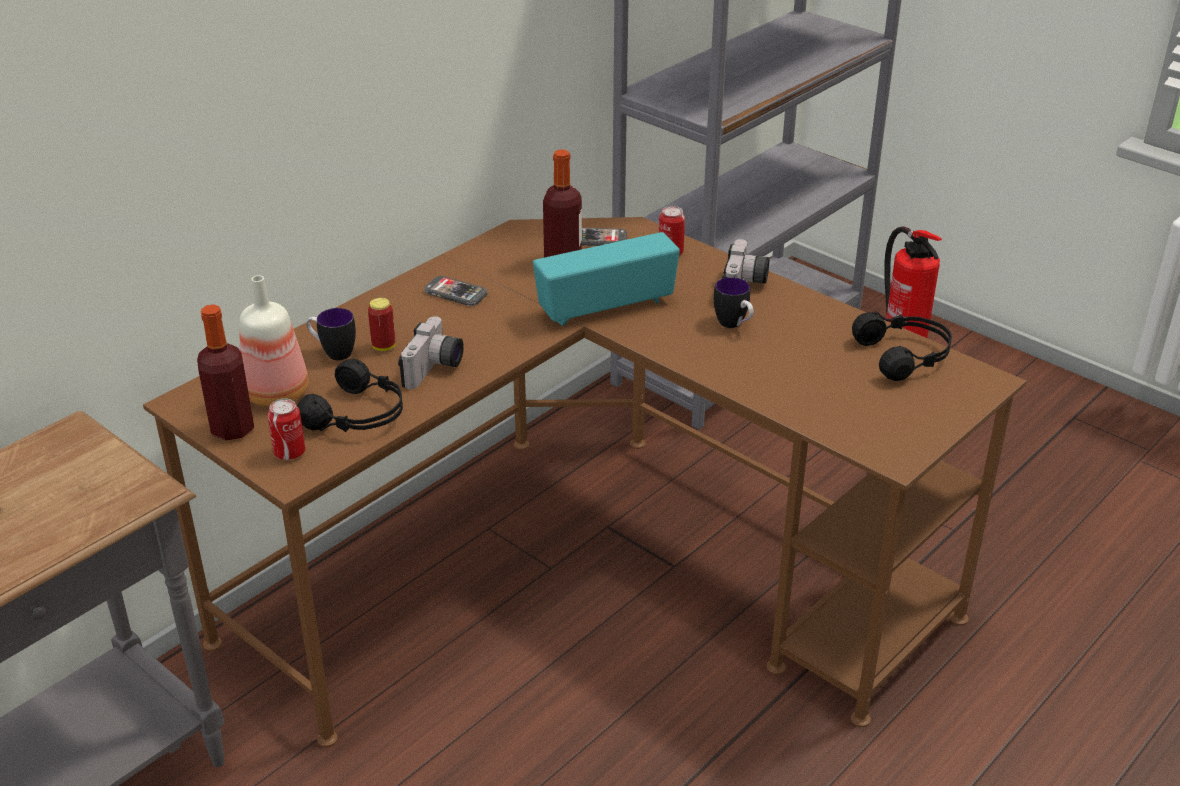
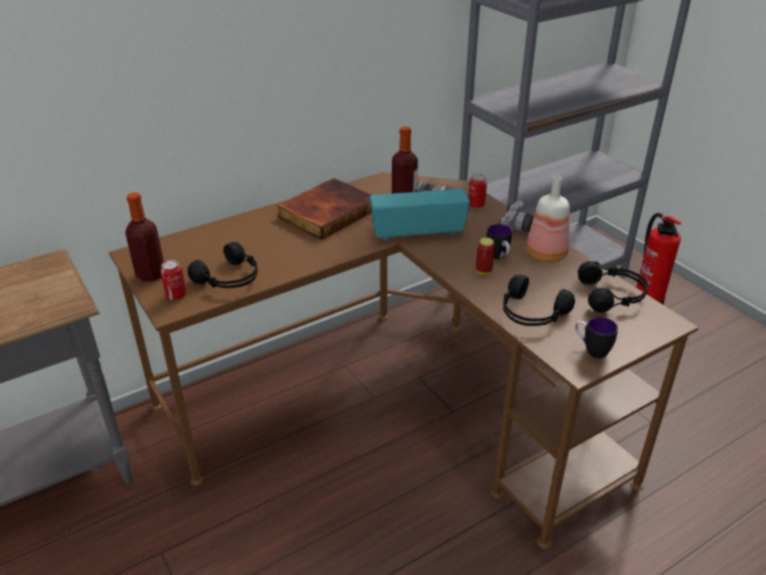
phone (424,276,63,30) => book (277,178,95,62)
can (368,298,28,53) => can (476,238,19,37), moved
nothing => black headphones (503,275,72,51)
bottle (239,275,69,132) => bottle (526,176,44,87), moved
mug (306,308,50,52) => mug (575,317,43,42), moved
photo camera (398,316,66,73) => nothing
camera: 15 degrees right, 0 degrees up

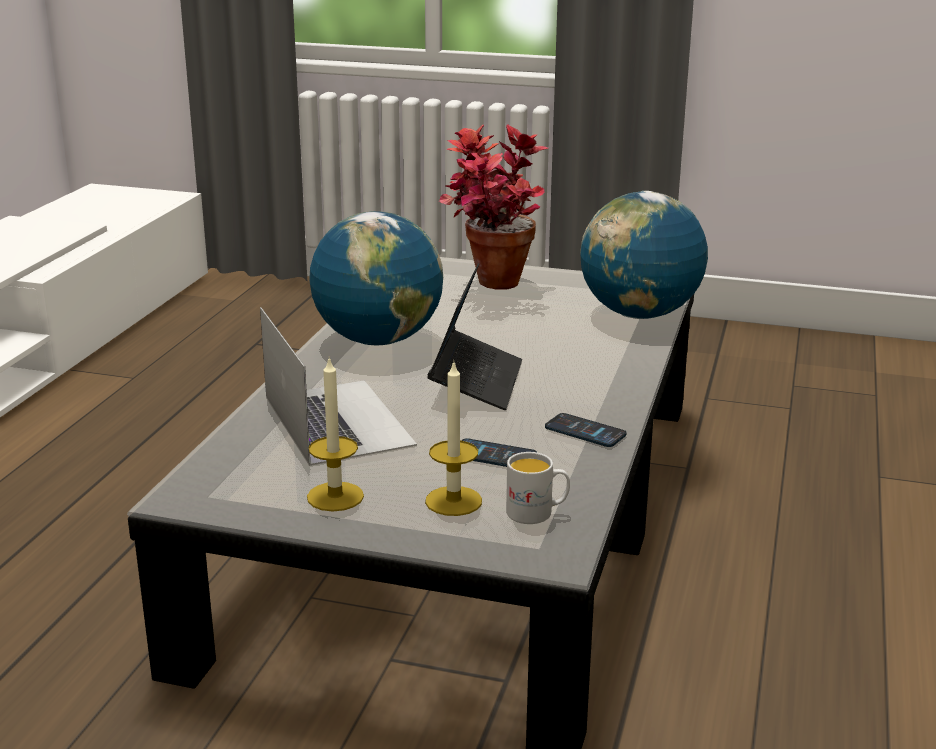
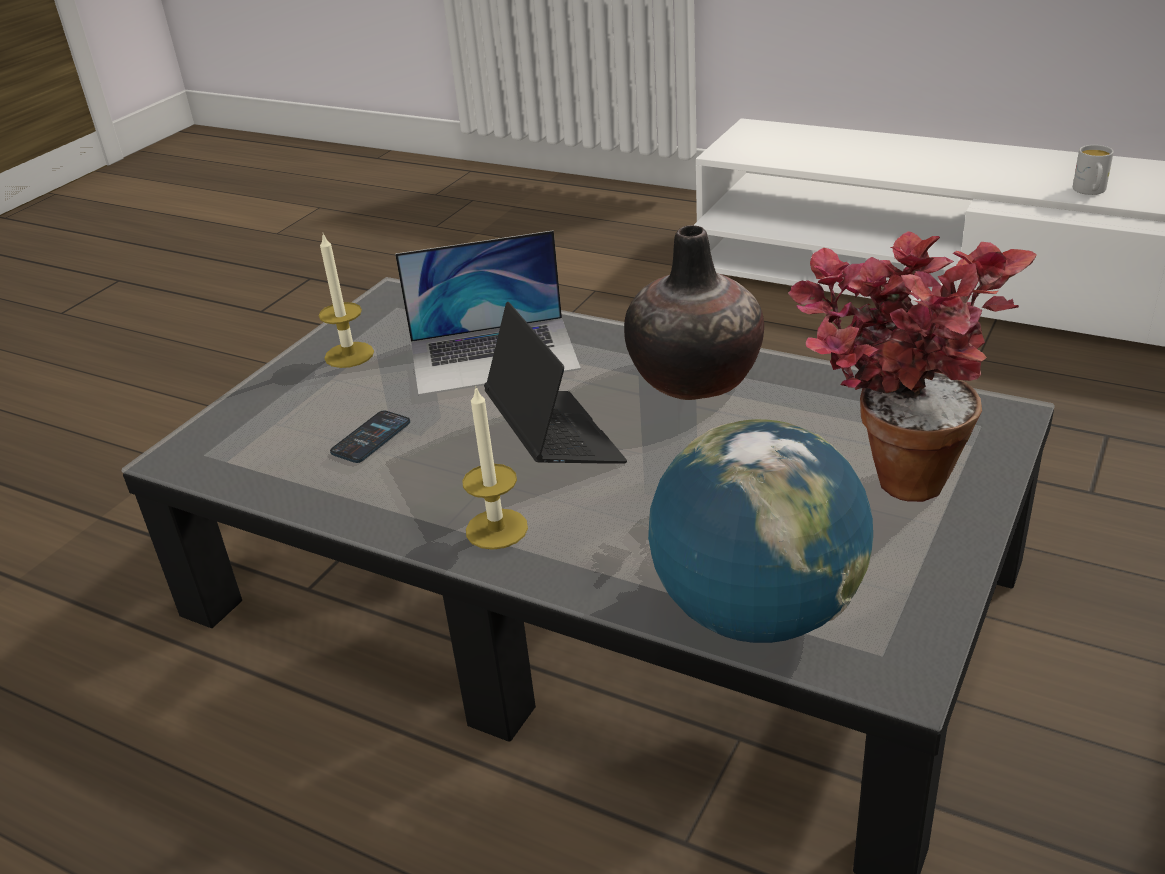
candle (425,360,57,156) => candle (462,385,66,165), moved
laptop (427,263,95,147) => laptop (484,302,143,161), 135 degrees counterclockwise
globe (309,211,134,134) => vase (624,225,140,175)
white mug (506,452,64,72) => white mug (1073,145,41,50), moved
phone (545,413,82,34) => nothing
camera: 105 degrees right, 10 degrees up

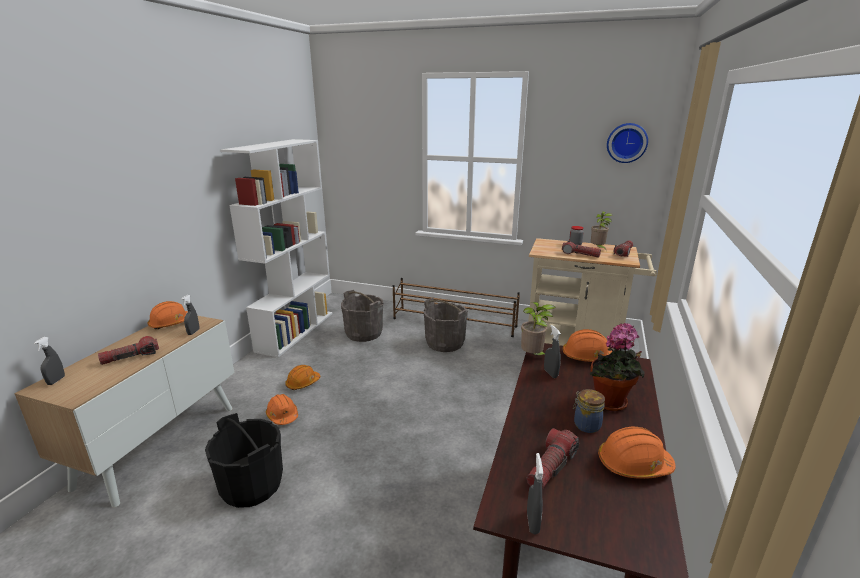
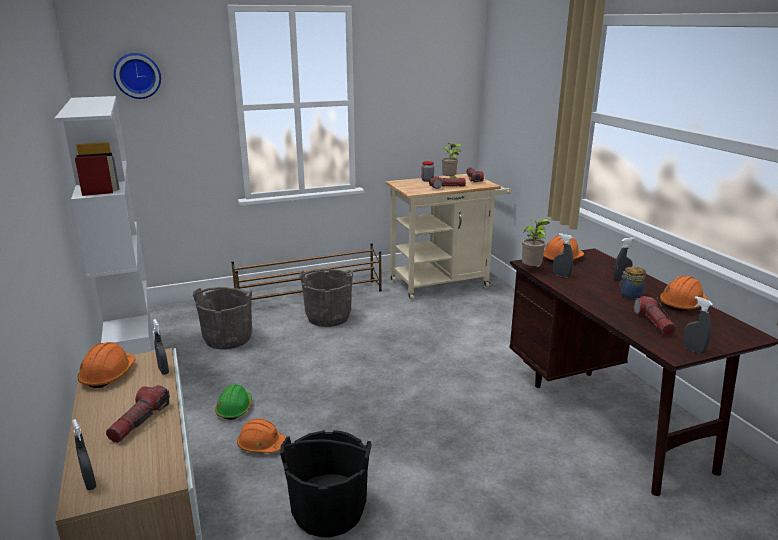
wall clock (607,123,41,40) => wall clock (114,53,47,46), moved
orange hard hat (285,365,35,25) => green hard hat (215,385,37,35)
potted plant (590,323,55,88) => grey spray bottle (613,237,22,44)
camera: 40 degrees left, 0 degrees up

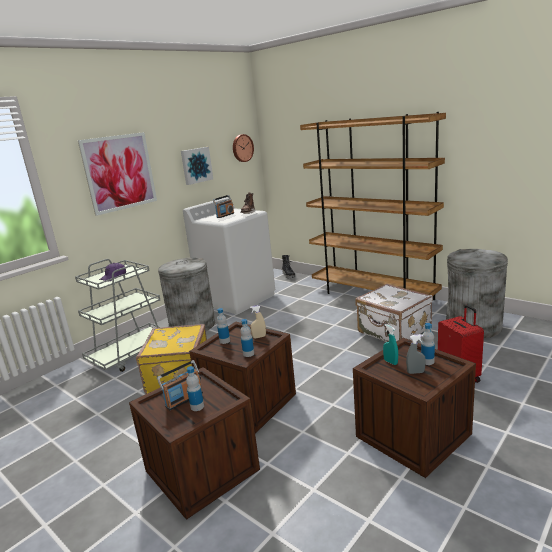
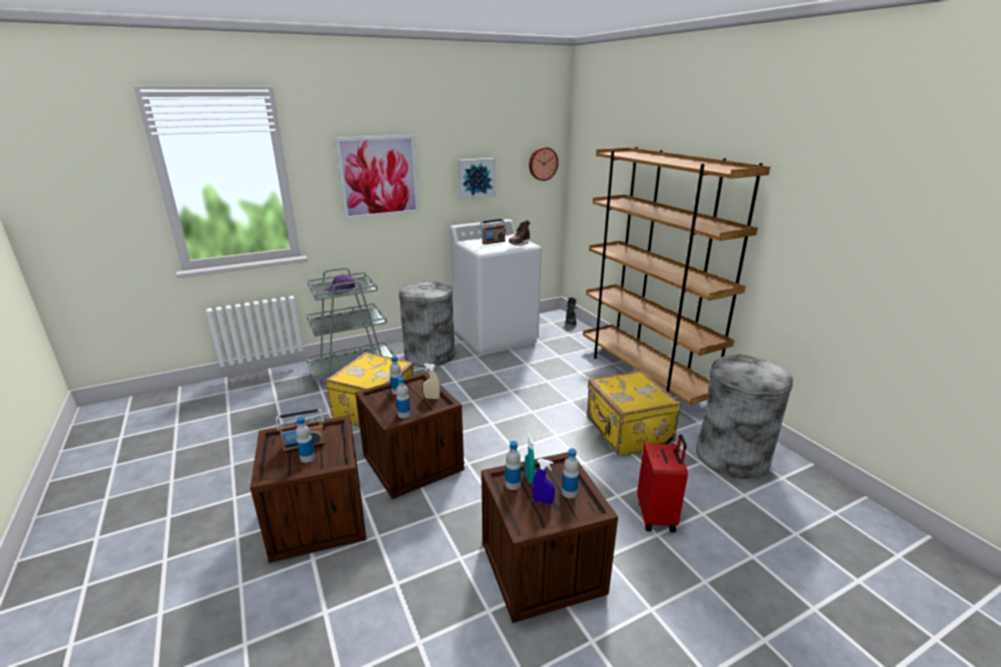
nothing => bottle (505,441,16,49)
grey spray bottle (406,334,20,40) => blue spray bottle (532,459,23,46)
white suitcase (356,284,77,58) => yellow suitcase (587,370,94,86)
camera: 20 degrees right, 5 degrees up

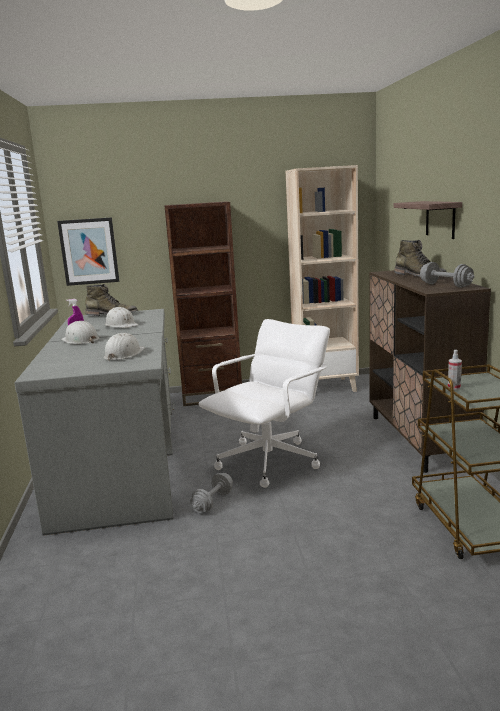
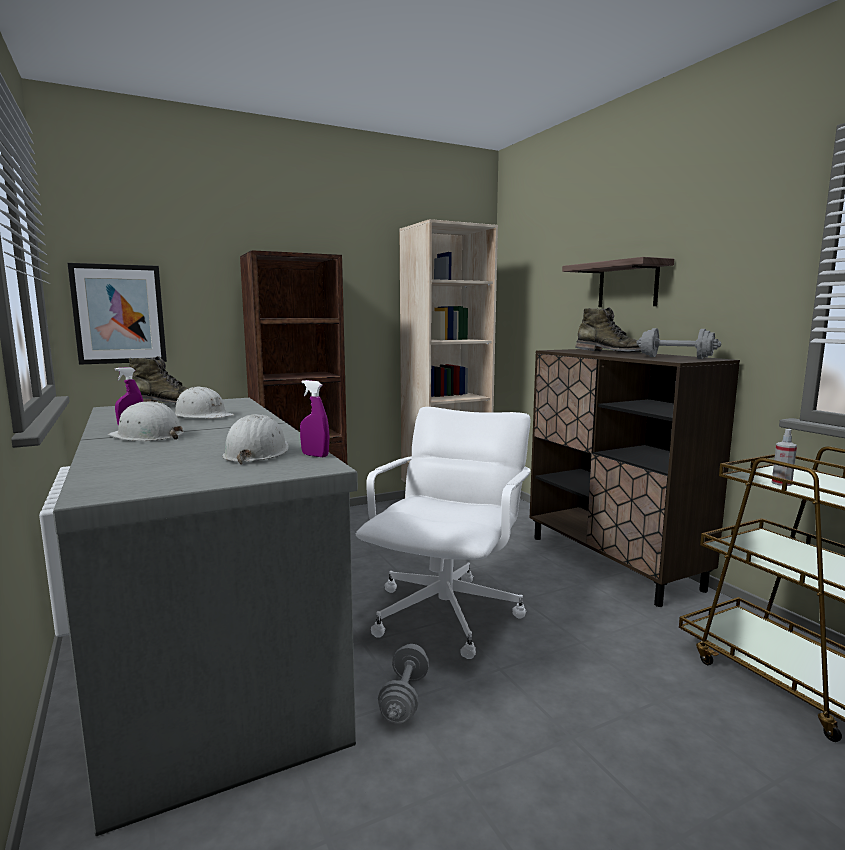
nothing => purple spray bottle (300,380,29,77)
camera: 20 degrees left, 5 degrees down

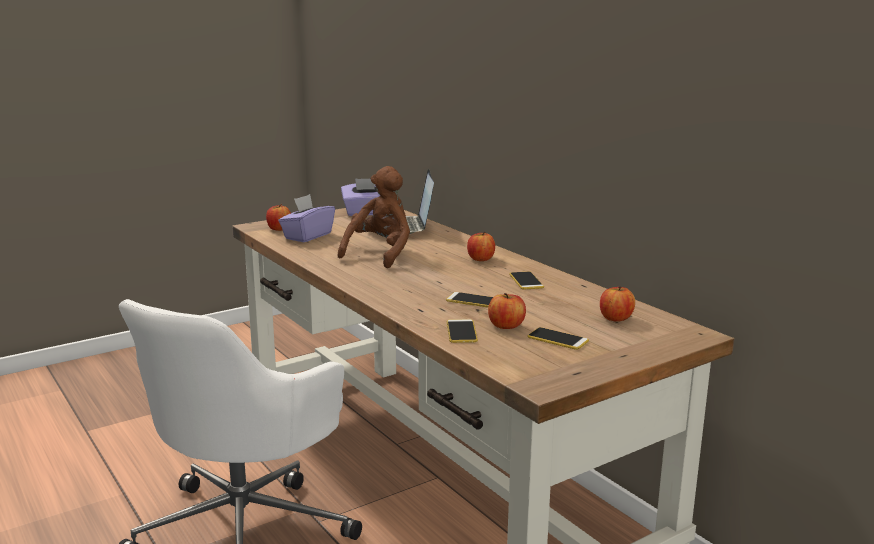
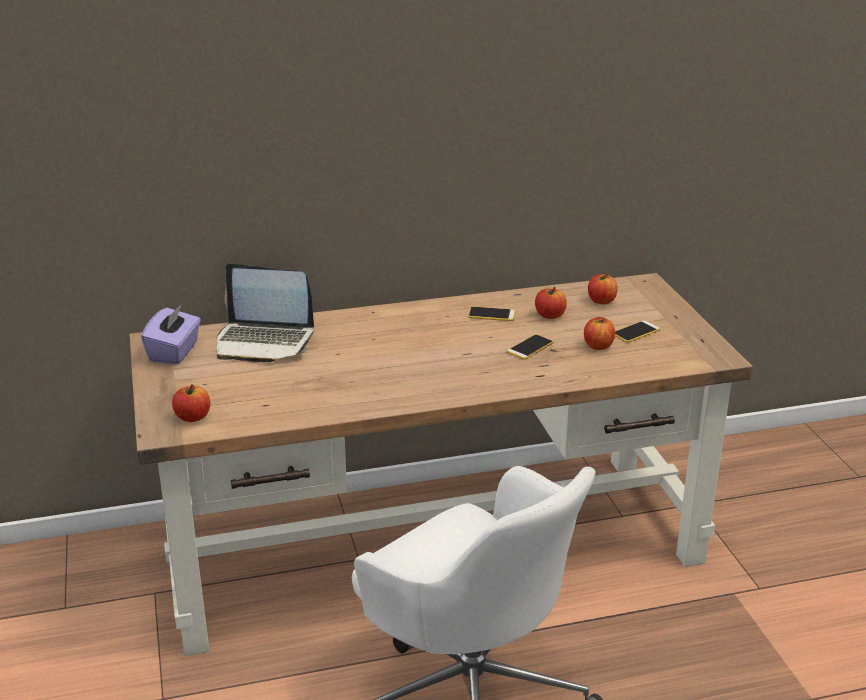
apple (467,232,28,29) => apple (535,287,32,32), moved
purple tissue box (279,194,56,48) => nothing
brown plush toy (337,166,73,102) => nothing
phone (447,319,31,24) => nothing
camera: 70 degrees left, 10 degrees up

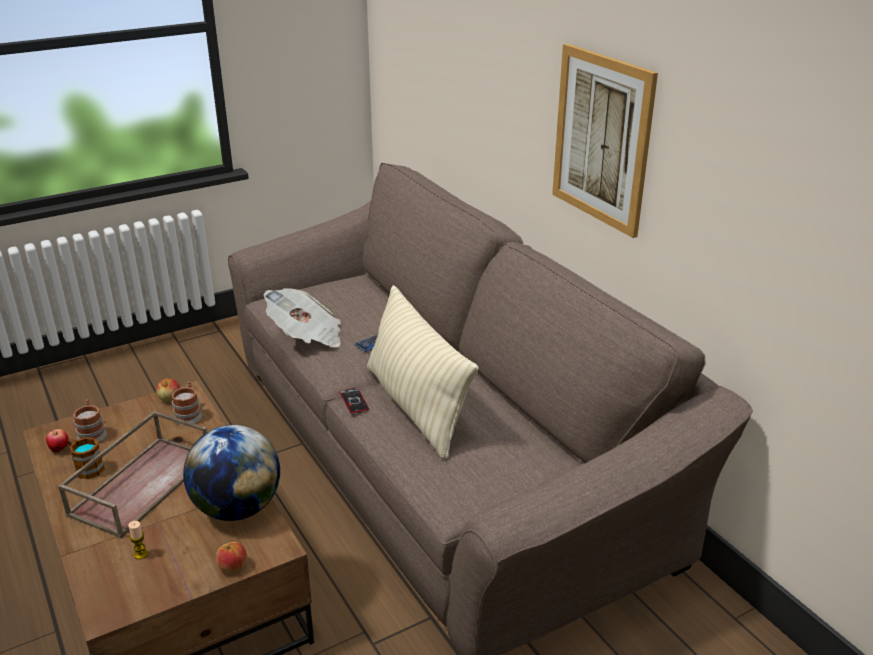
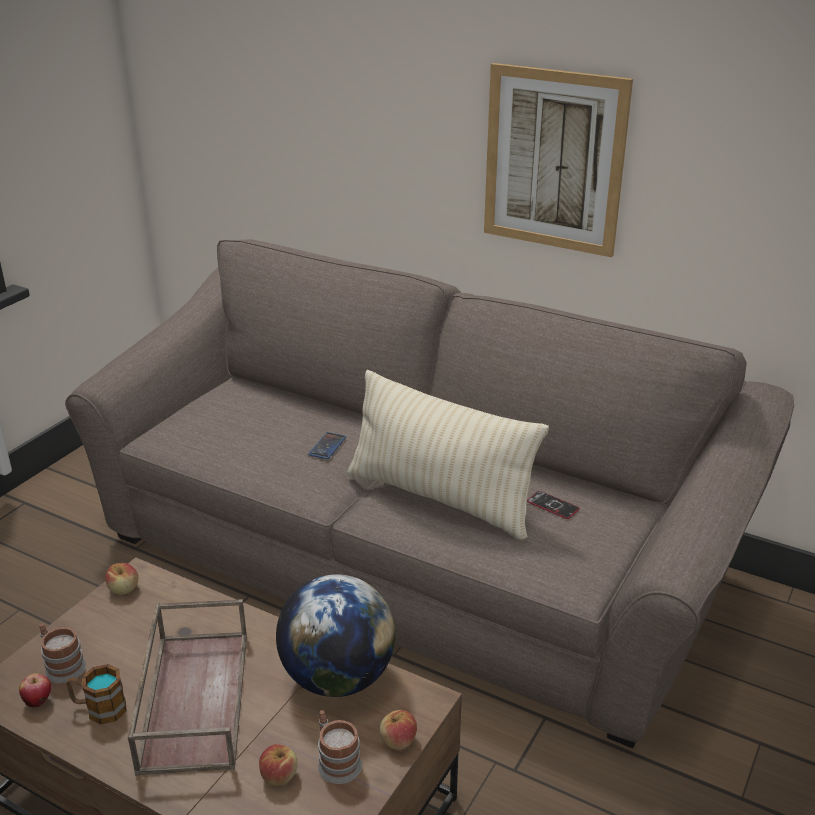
candle (128,521,20,38) => apple (259,744,38,42)
mug (172,381,30,44) => mug (318,710,44,74), moved
phone (339,387,30,26) => phone (527,491,53,28), moved
newspaper (264,288,77,59) => nothing
camera: 30 degrees left, 0 degrees up

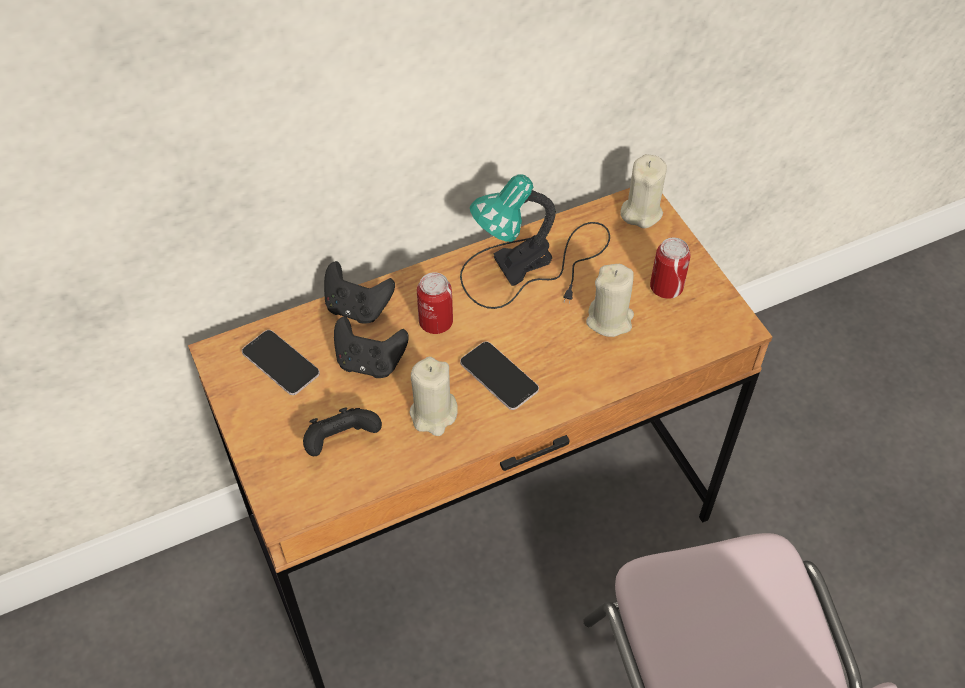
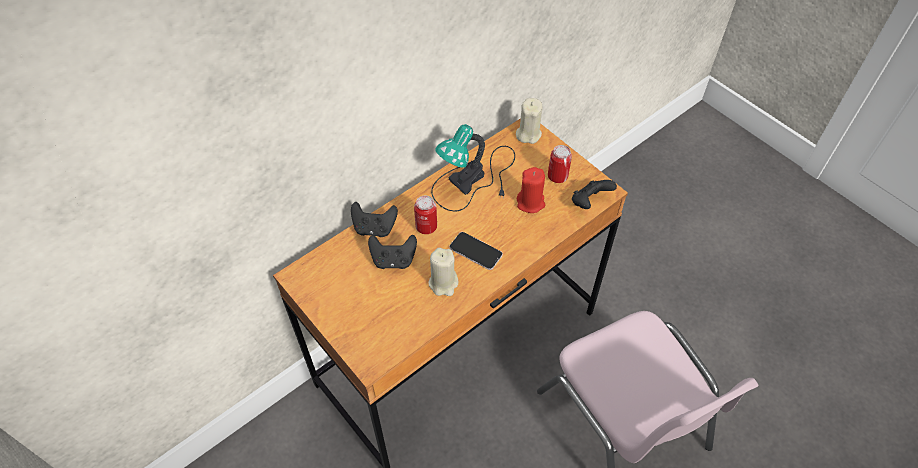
beige candle (586,264,48,73) => red candle (517,167,29,46)
black game controller (303,407,79,49) => black game controller (572,180,45,29), moved
phone (242,330,78,65) => nothing
camera: 15 degrees left, 0 degrees up

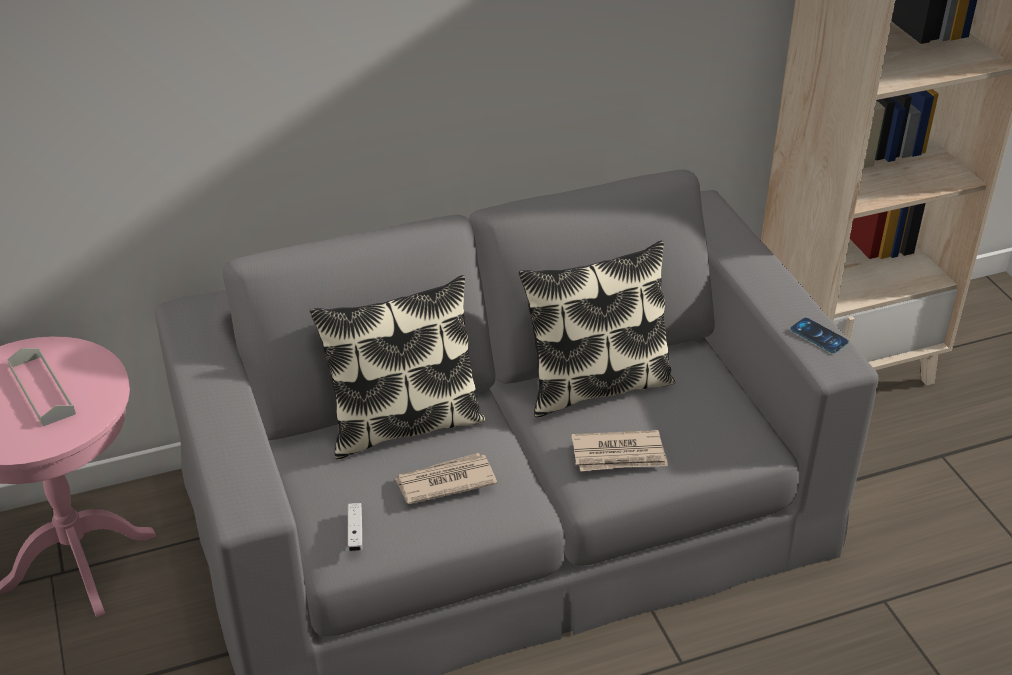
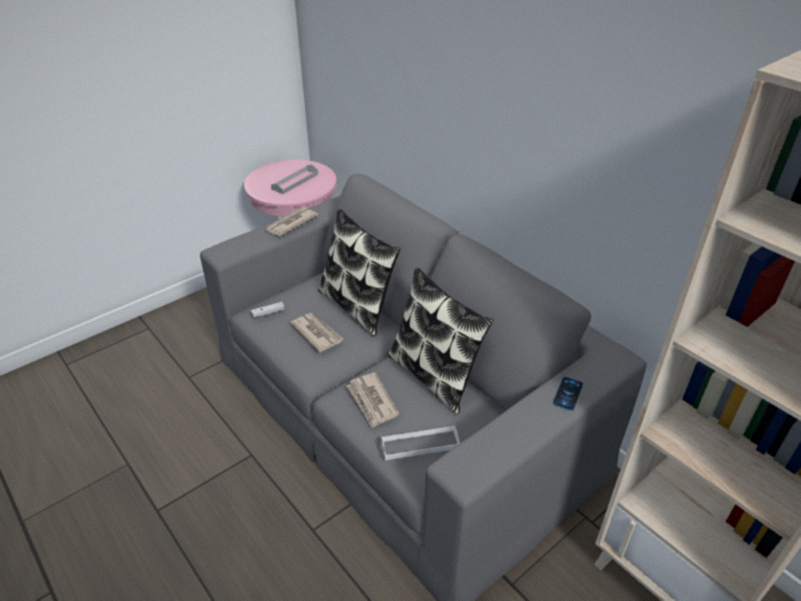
nothing => newspaper (264,207,54,29)
nothing => white tray (381,426,79,34)
phone (790,318,59,35) => phone (553,377,30,34), moved
camera: 70 degrees right, 0 degrees up

